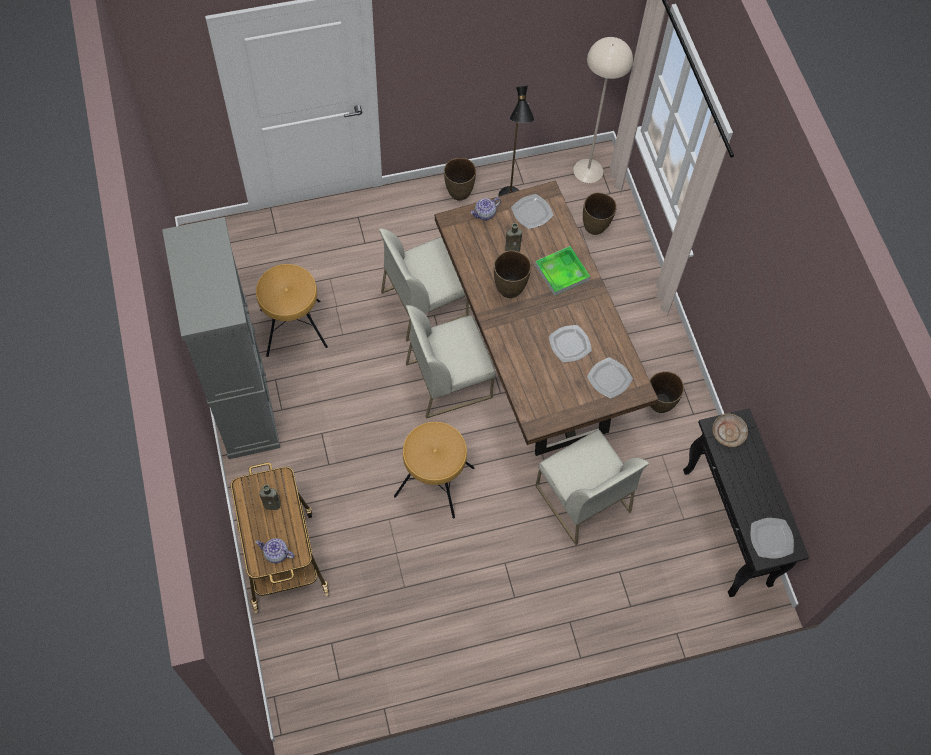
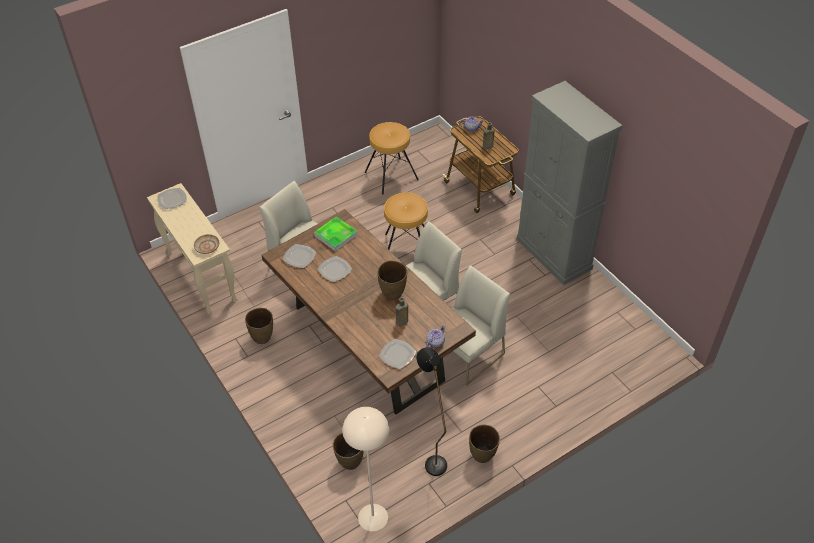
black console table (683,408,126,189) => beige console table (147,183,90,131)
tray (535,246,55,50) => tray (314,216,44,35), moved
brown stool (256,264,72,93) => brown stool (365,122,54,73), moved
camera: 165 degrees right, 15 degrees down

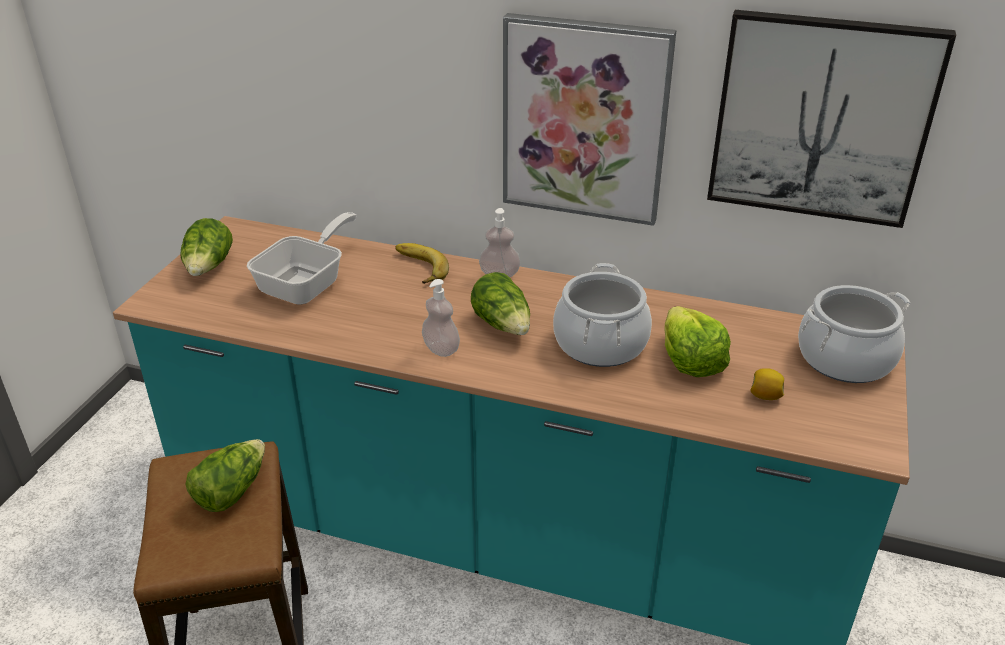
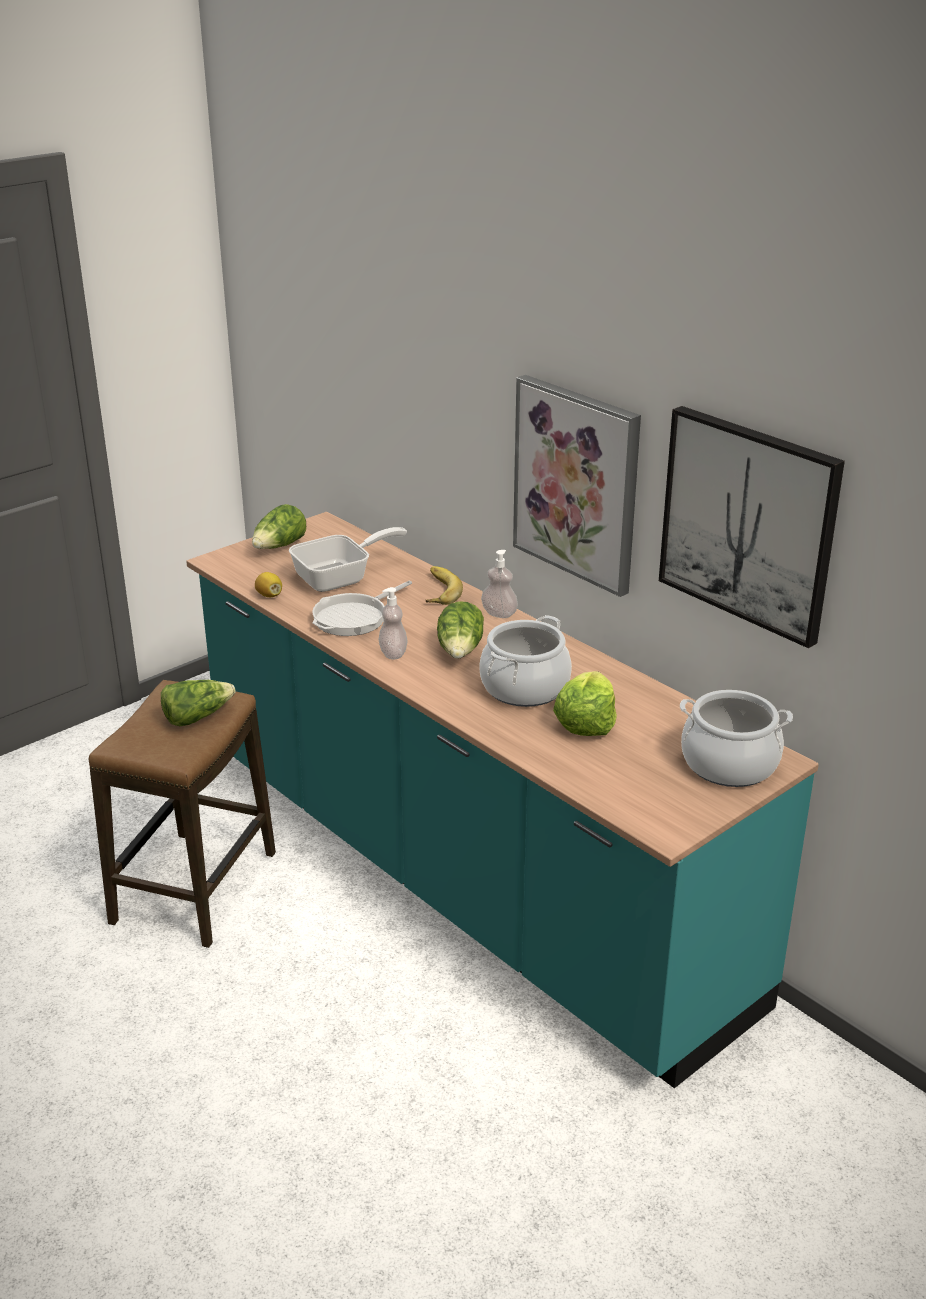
lemon (750,368,34,32) => lemon (255,572,27,25), moved
nothing => frying pan (312,580,100,56)
camera: 30 degrees right, 5 degrees down

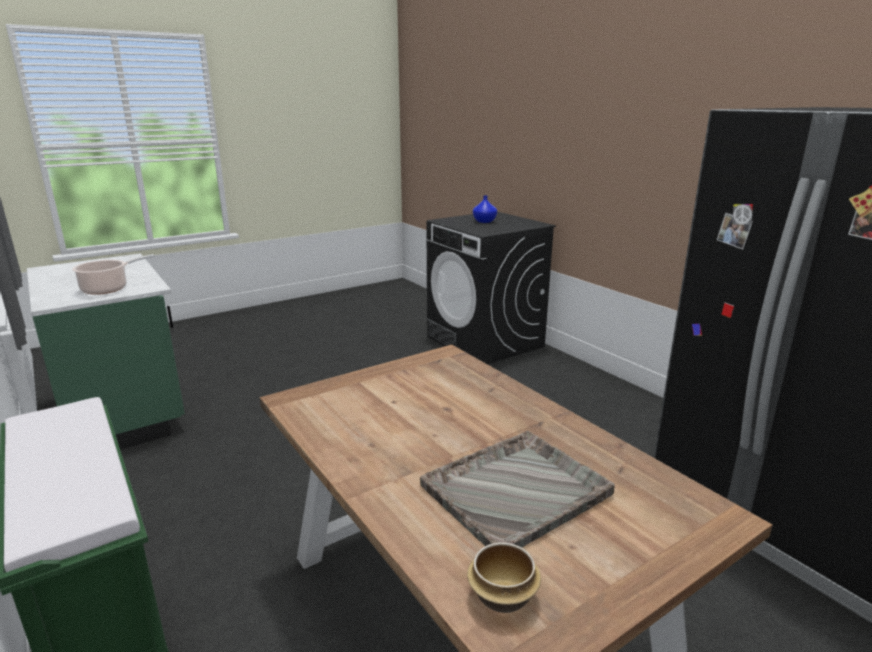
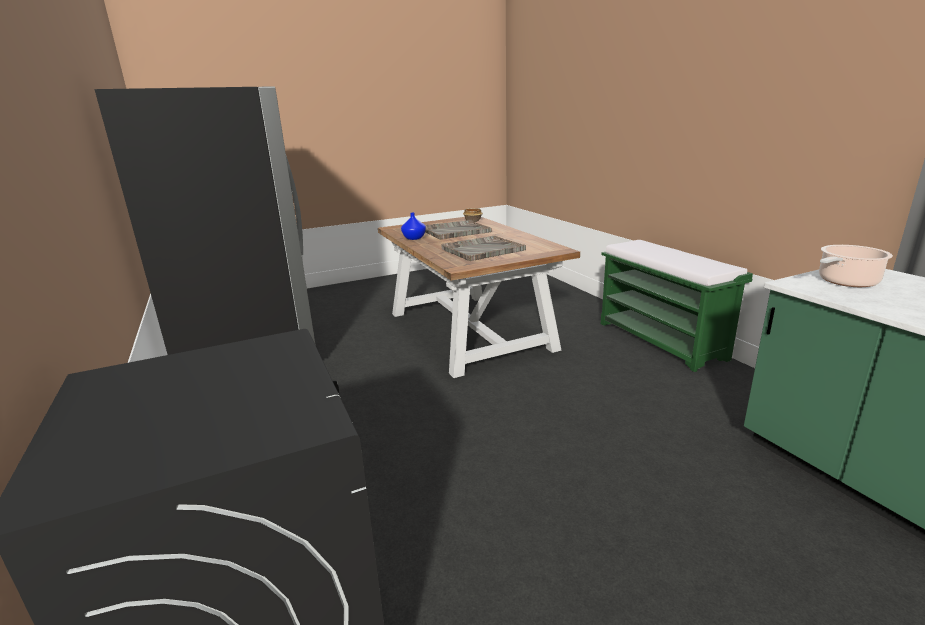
blue vase (473,195,24,28) => blue vase (401,212,25,28), moved
nothing => grey tray (441,236,85,25)
camera: 170 degrees left, 0 degrees up

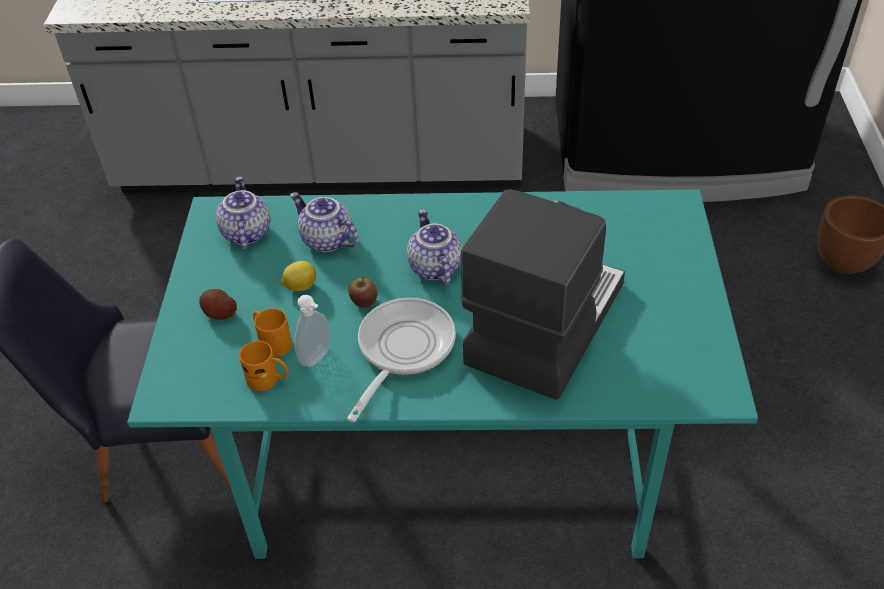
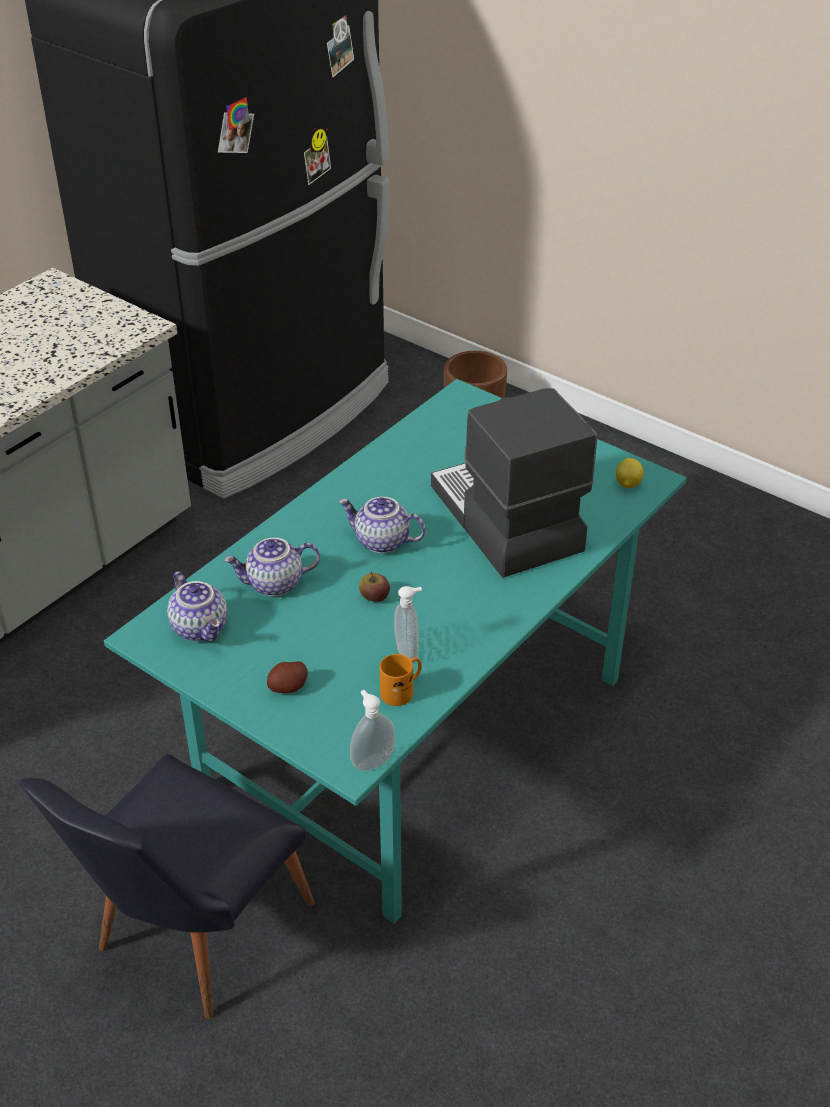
teapot (216,176,54,73) => teapot (167,571,61,71), 150 degrees counterclockwise
nothing => soap dispenser (350,690,45,81)
lemon (281,261,35,30) => lemon (616,458,28,30), moved
orange mug (253,308,39,49) => nothing
frying pan (347,298,109,124) => nothing
camera: 55 degrees left, 5 degrees down

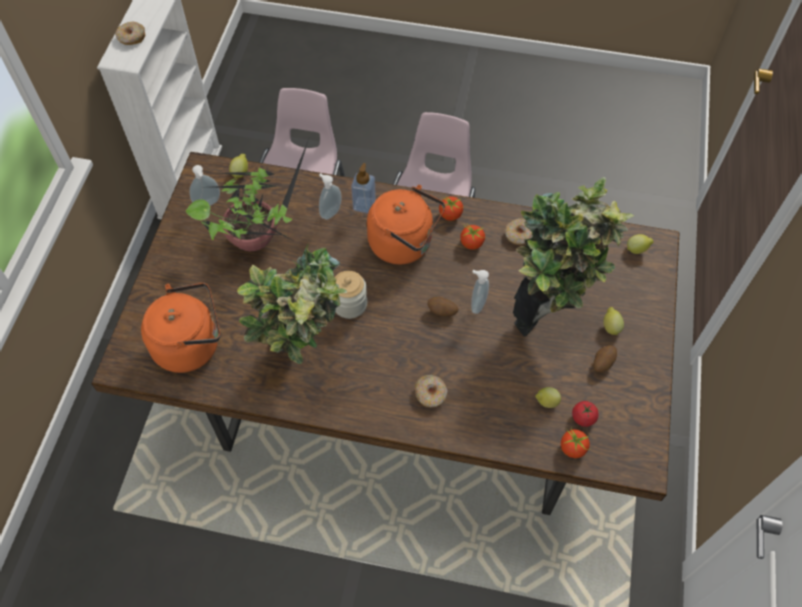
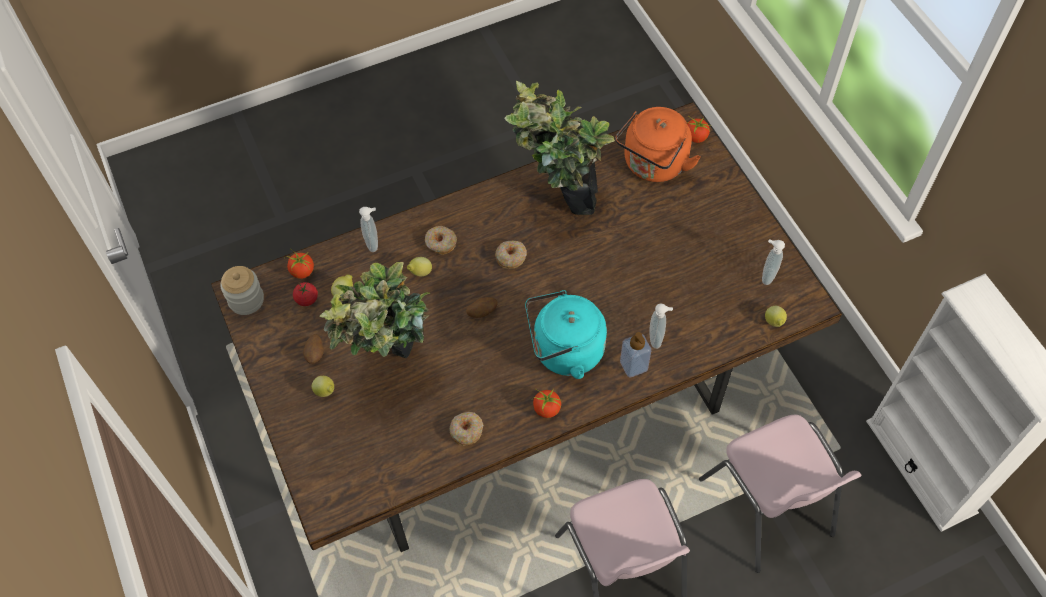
jar (335,271,32,48) => jar (220,266,44,49), moved
soap dispenser (471,270,18,44) => soap dispenser (359,207,19,45), moved
lemon (627,234,27,20) => lemon (407,257,25,19), moved
donut (115,22,30,23) => donut (495,241,32,28), moved
orange kettle (367,185,79,79) => turquoise kettle (525,290,82,89)
tomato (460,223,26,27) => tomato (687,117,23,26), moved
potted plant (185,136,125,115) => nothing
camera: 145 degrees right, 0 degrees up

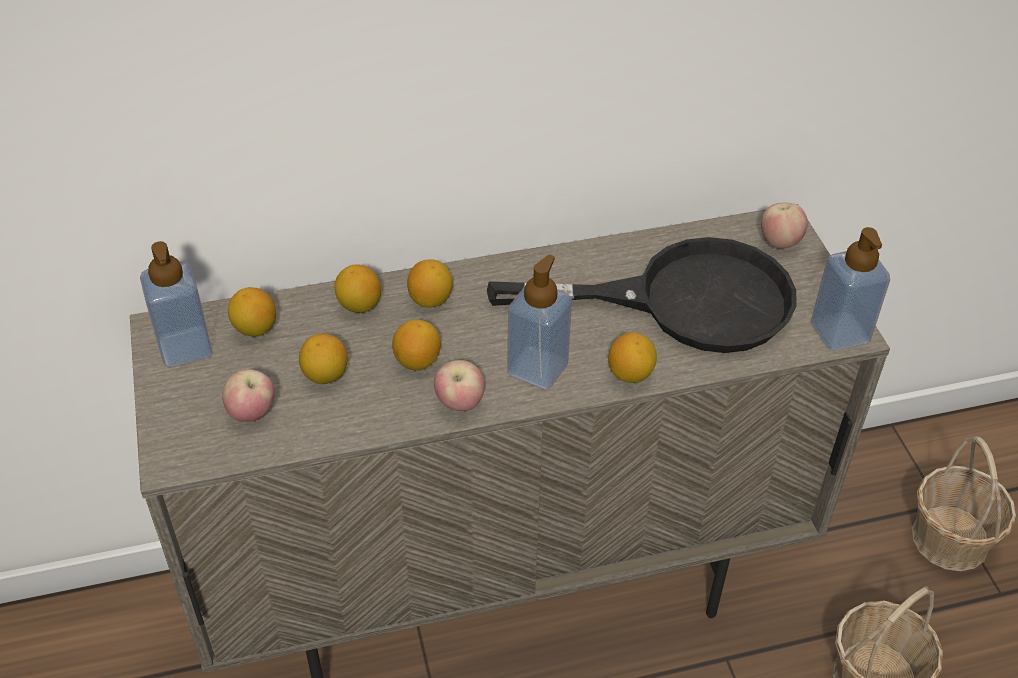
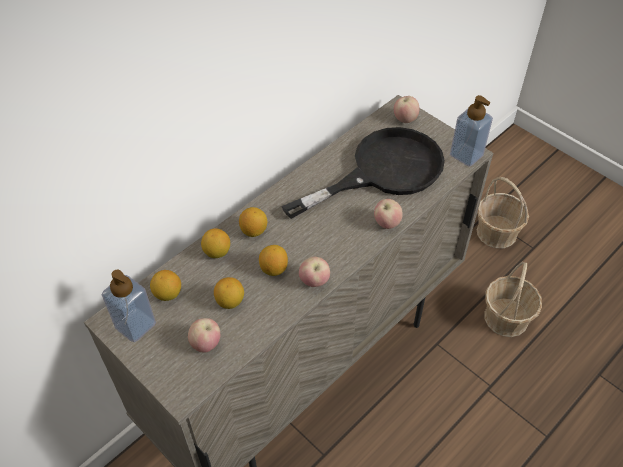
lemon (608,332,49,51) => apple (374,199,29,30)
soap dispenser (507,254,65,136) => nothing
camera: 30 degrees left, 5 degrees up

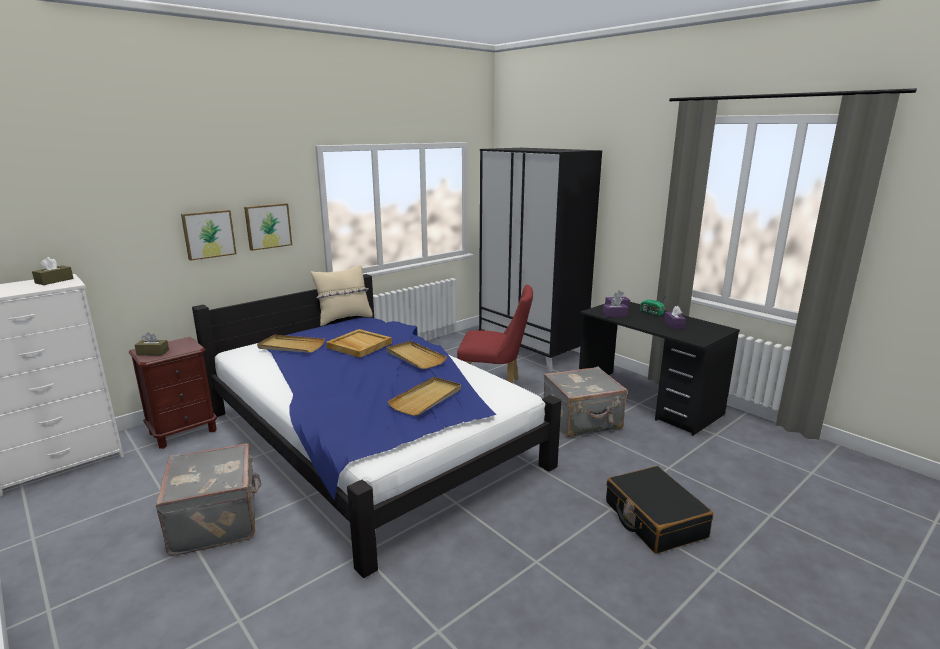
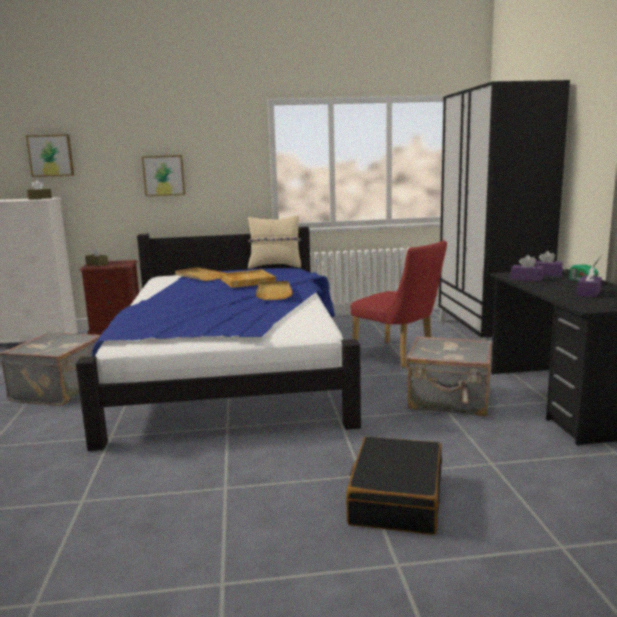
picture (244,203,48,48) => picture (26,134,48,43), moved
beige tray (388,377,73,39) => nothing
camera: 35 degrees right, 5 degrees down

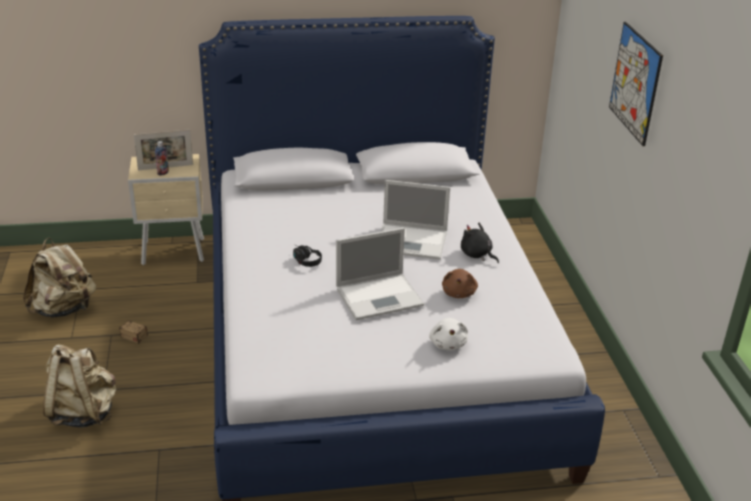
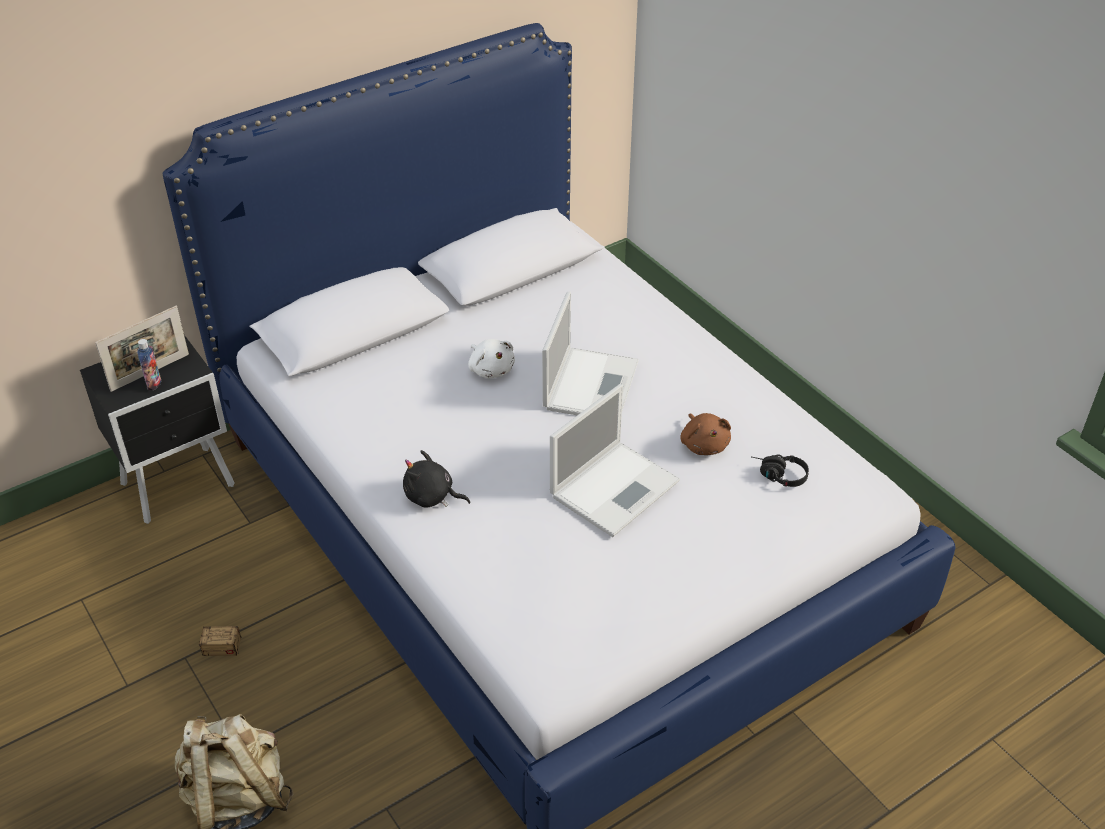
beige nightstand (128,154,76,111) => black nightstand (80,335,155,189)
black plush toy (461,223,38,40) => black plush toy (403,450,68,58), moved
white plush toy (429,318,39,32) => white plush toy (468,339,47,40), moved
laptop (380,180,70,79) => laptop (542,292,97,123), 60 degrees counterclockwise
black headphones (293,245,29,22) => black headphones (752,454,57,33), moved
beige backpack (23,238,73,80) => nothing
picture (609,22,54,124) => nothing
camera: 25 degrees left, 10 degrees up

